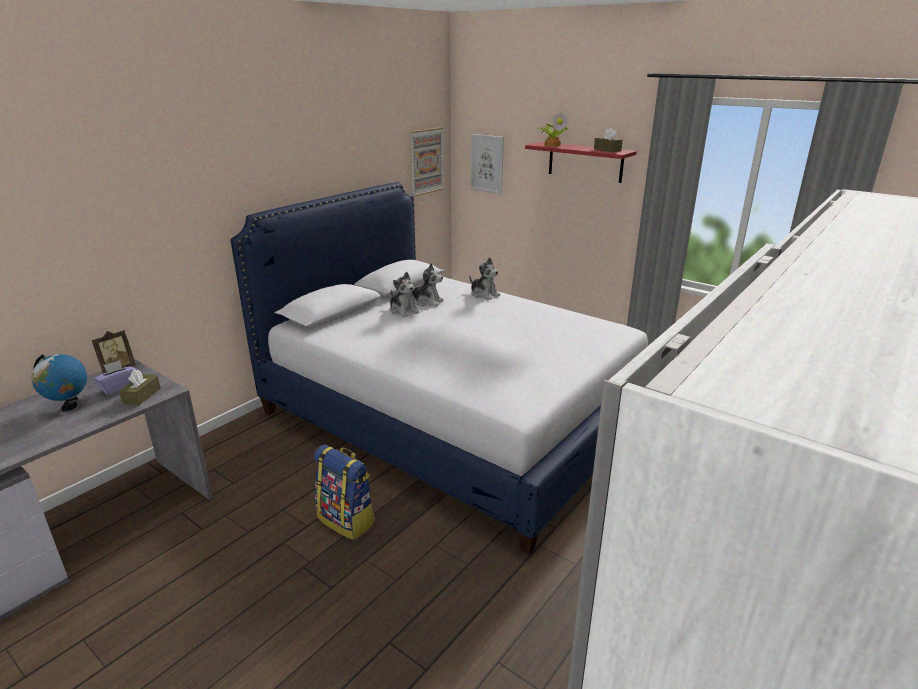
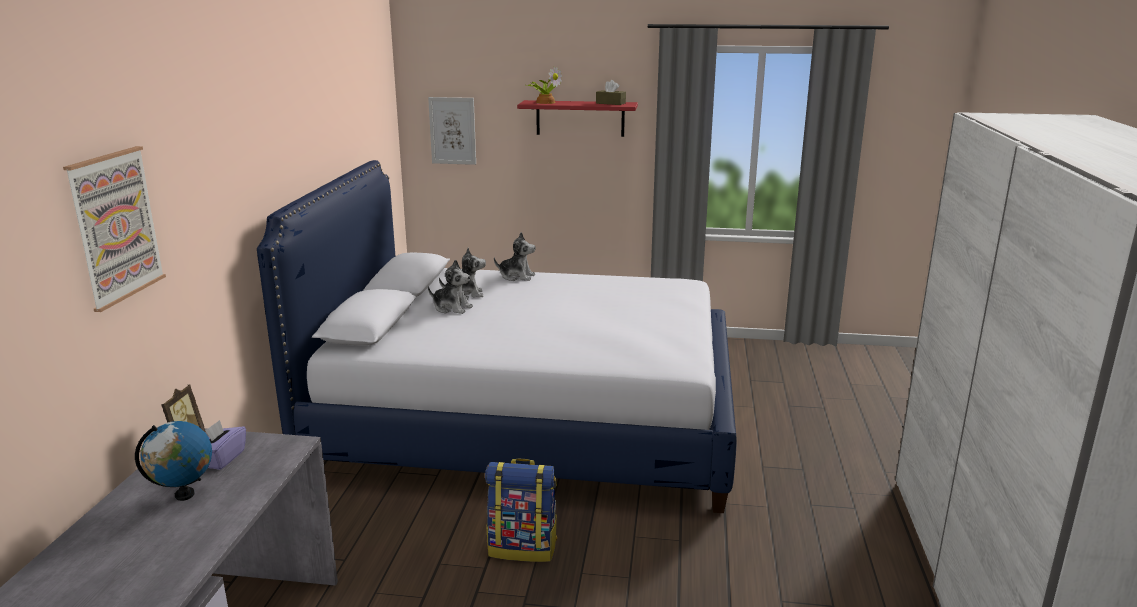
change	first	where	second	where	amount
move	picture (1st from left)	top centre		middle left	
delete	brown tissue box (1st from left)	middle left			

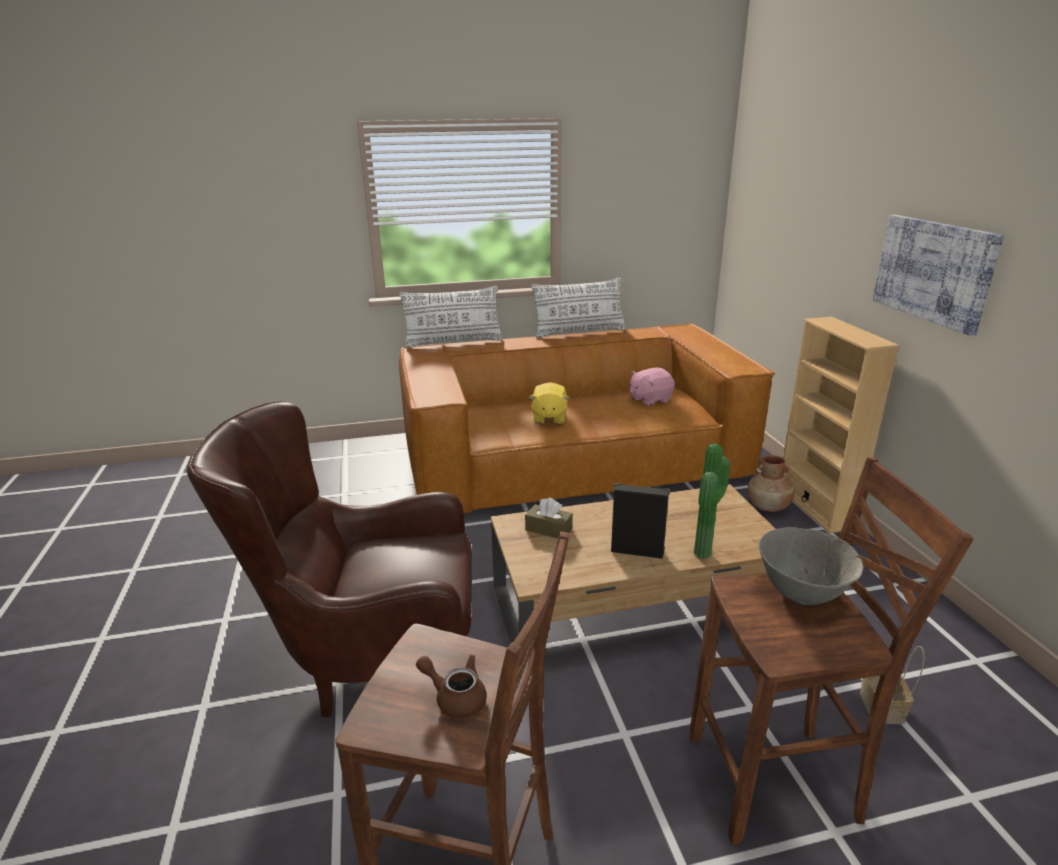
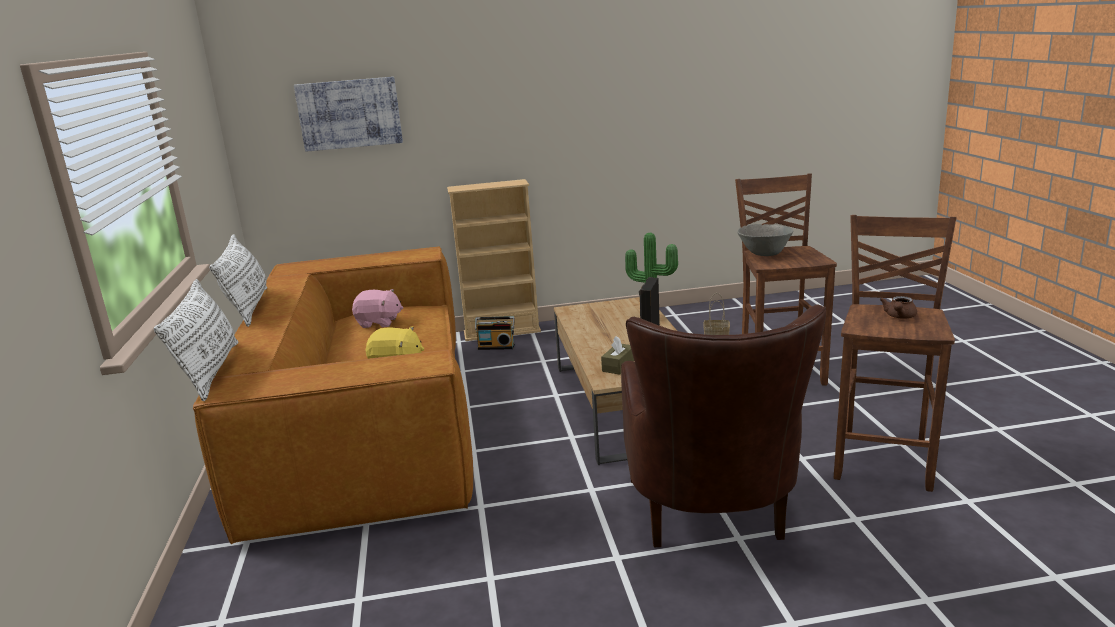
change	first	where	second	where	amount
move	picture	top right		top left	
rotate	pink plush toy	centre		centre	60 degrees counterclockwise
replace	brown vase	middle right	radio	centre	

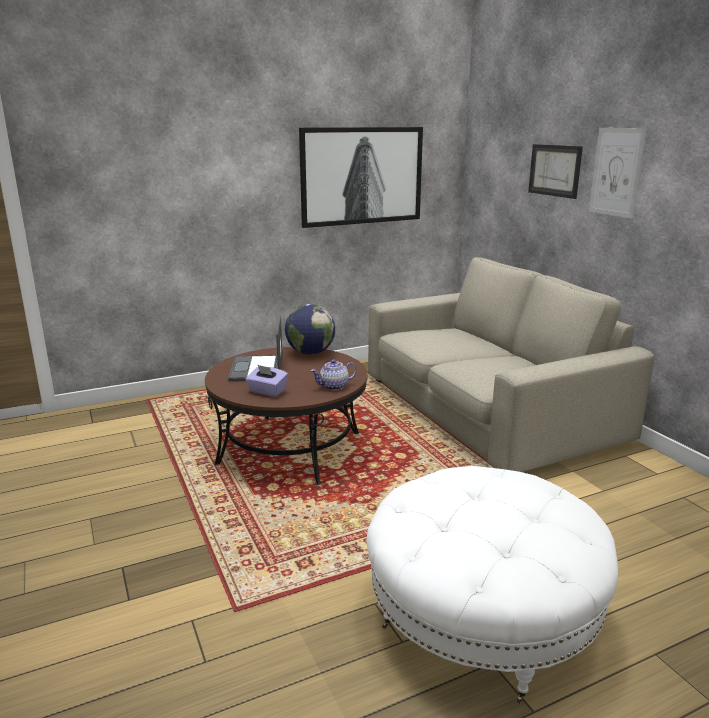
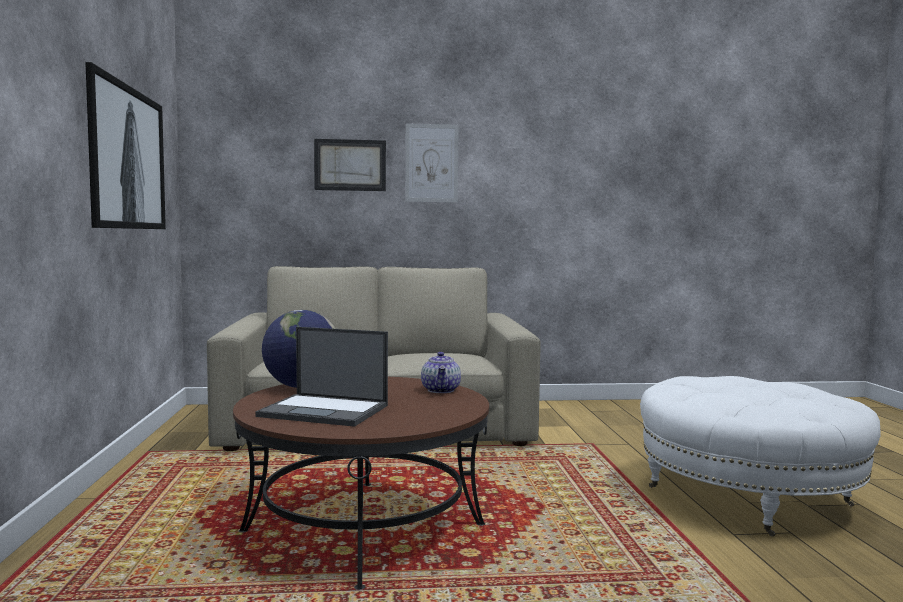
change	first	where	second	where	amount
delete	purple tissue box	centre			

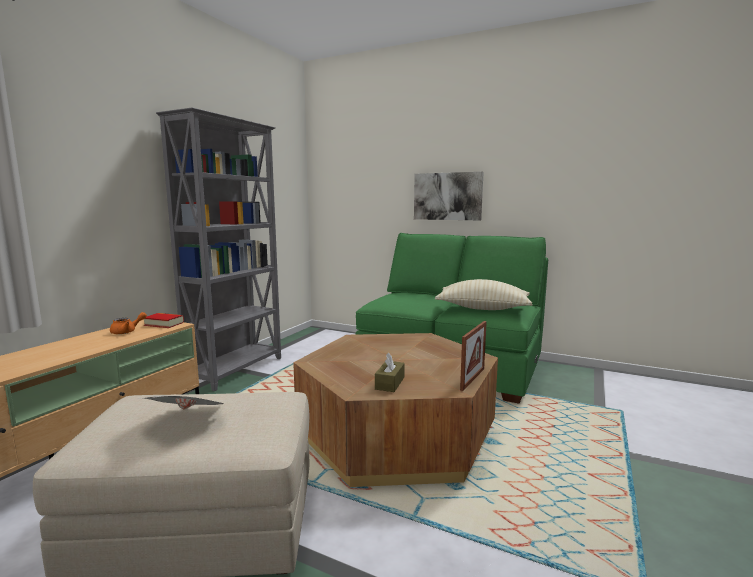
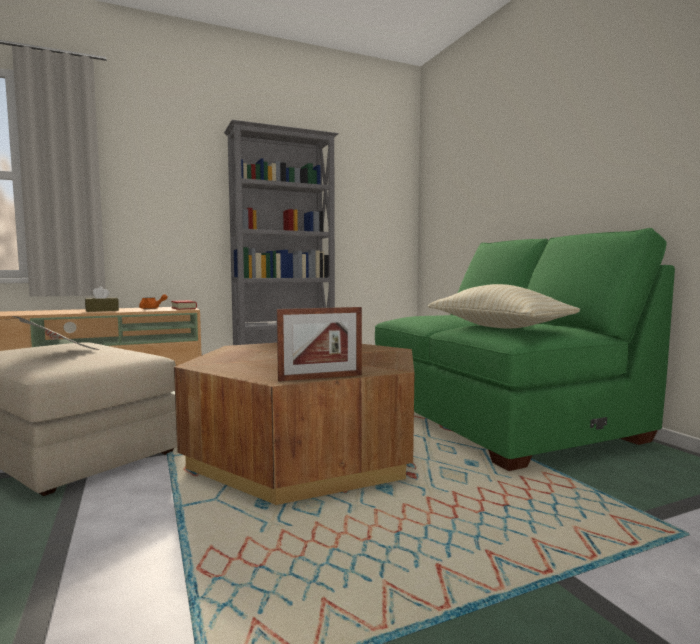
change	first	where	second	where	amount
move	brown tissue box	centre		middle left	
delete	picture	centre			

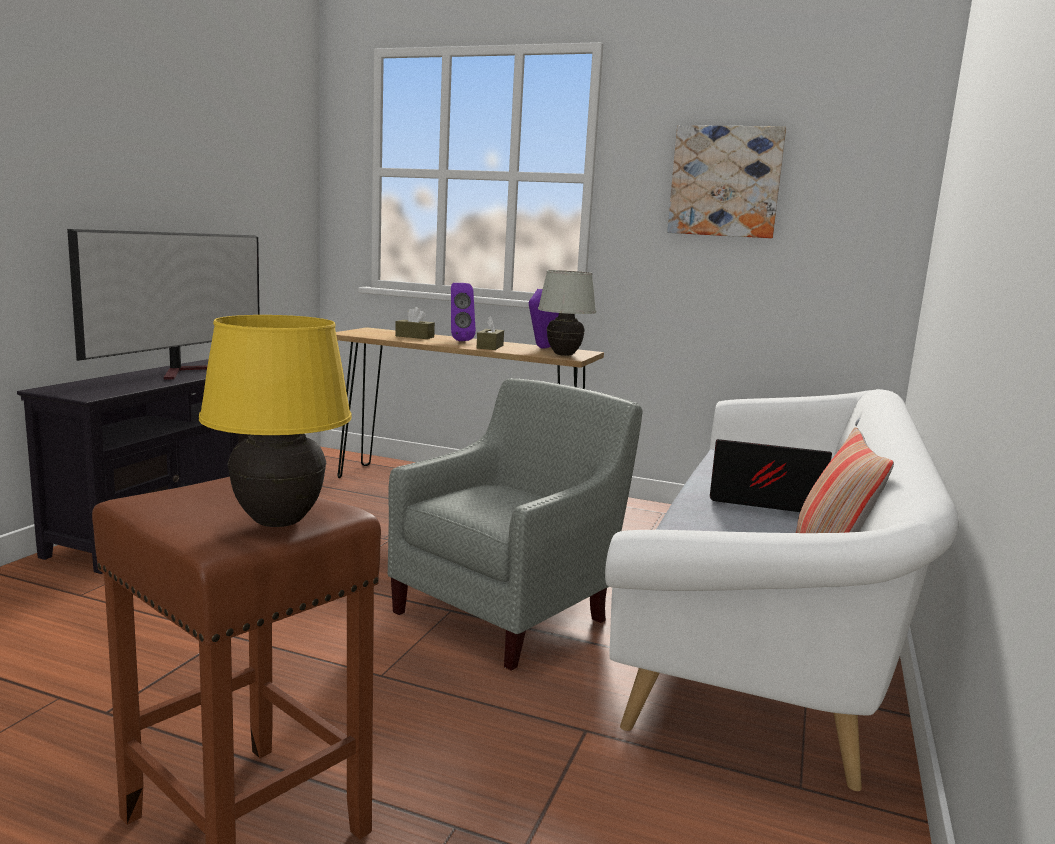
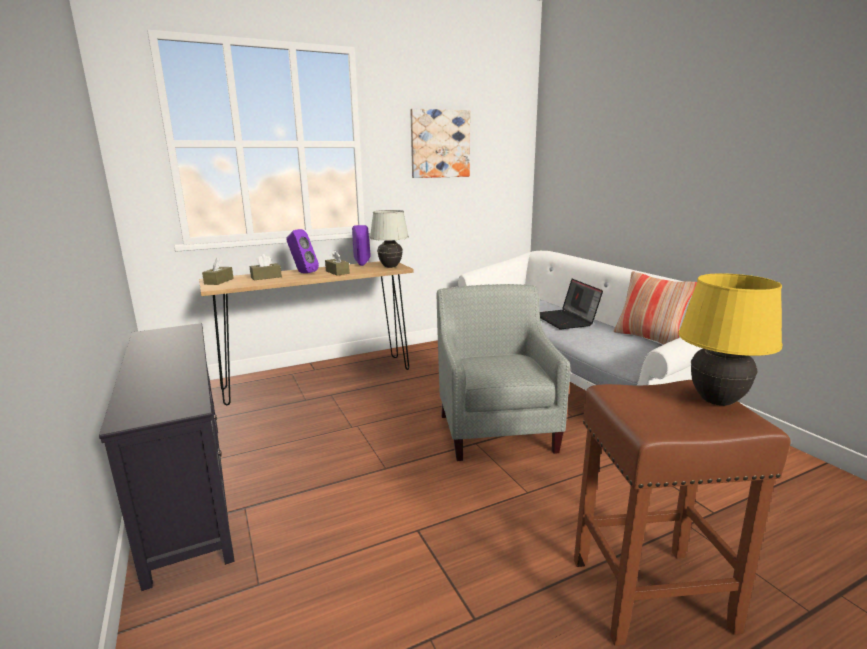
change	first	where	second	where	amount
insert			brown tissue box (1st from left)	middle left	
rotate	laptop	middle right		centre	75 degrees counterclockwise
delete	television	middle left			

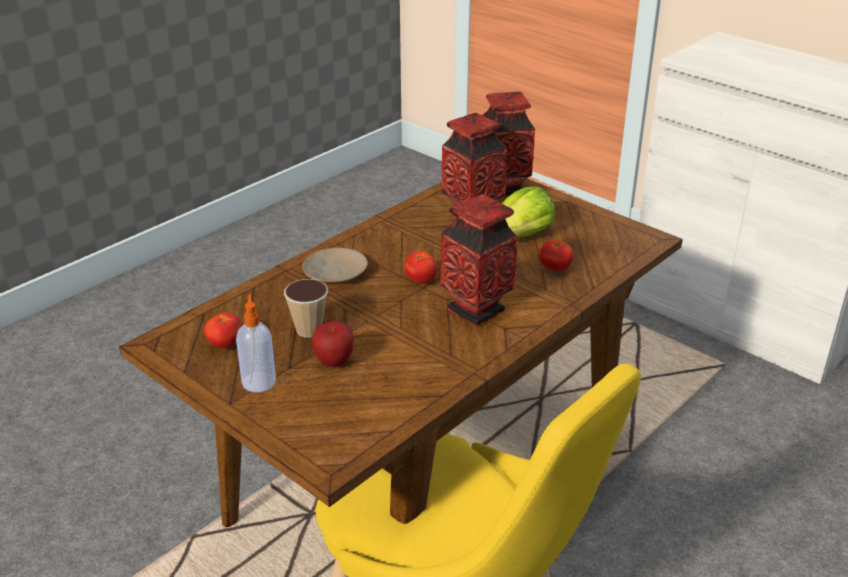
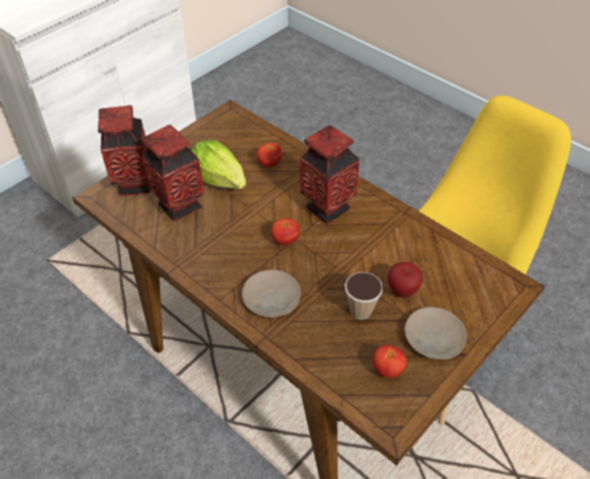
change	first	where	second	where	amount
replace	soap dispenser	middle left	beige plate (2nd from left)	bottom right	

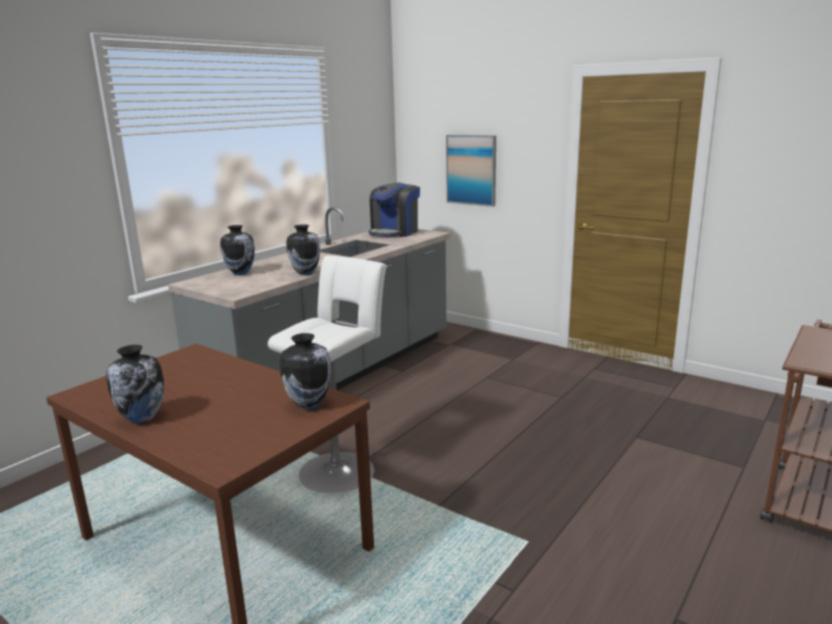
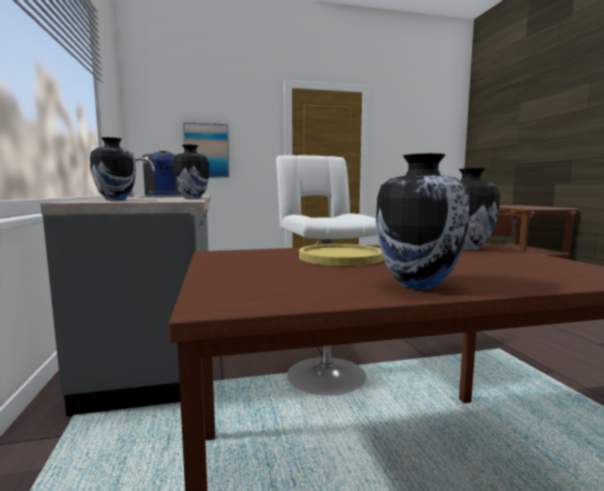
change	first	where	second	where	amount
insert			yellow plate	centre	

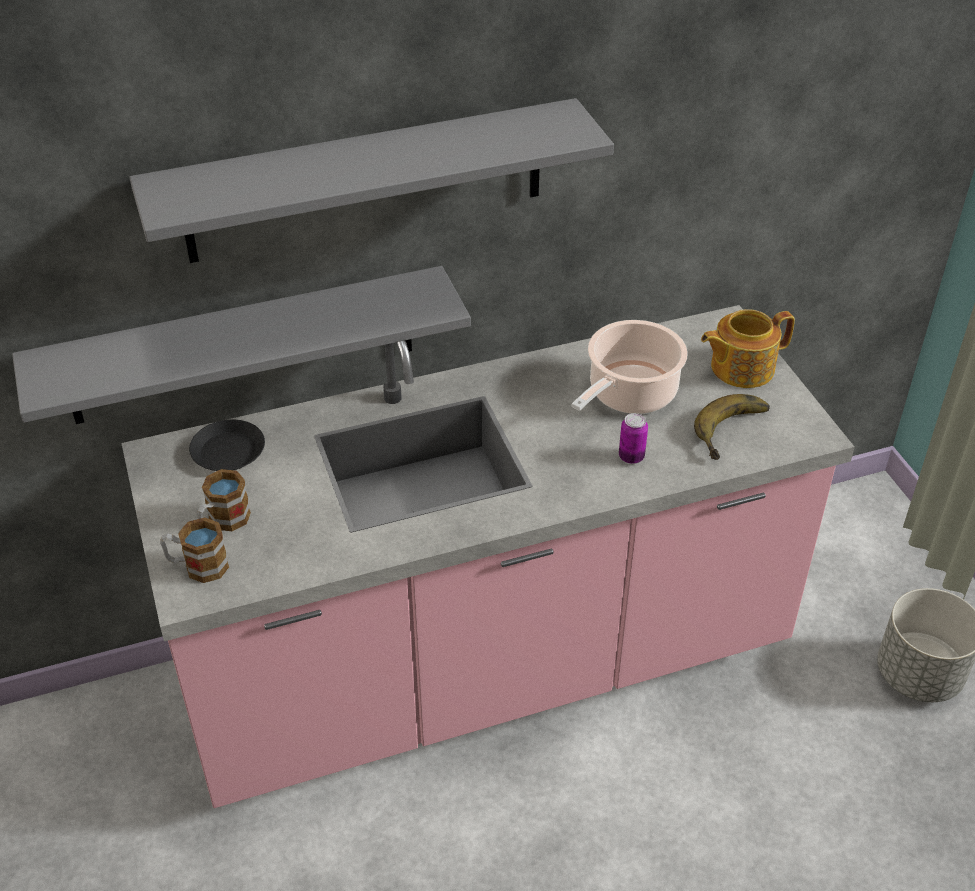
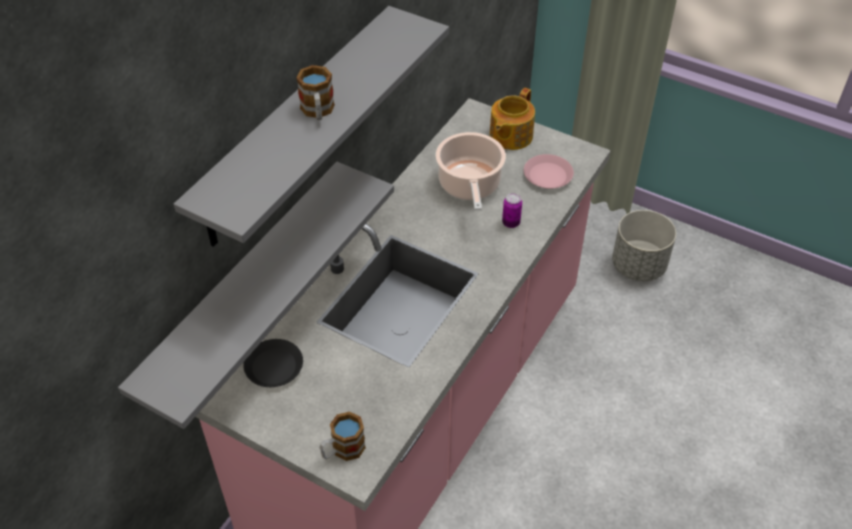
change	first	where	second	where	amount
move	mug (2nd from left in the first image)	middle left	mug (1st from left)	top centre	
replace	banana	middle right	pink plate	top centre	

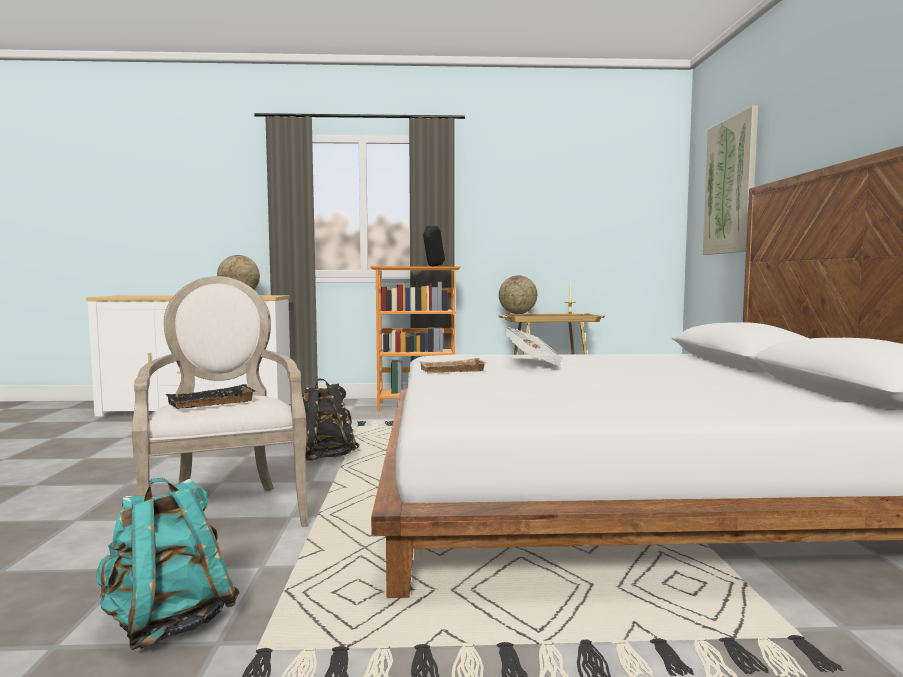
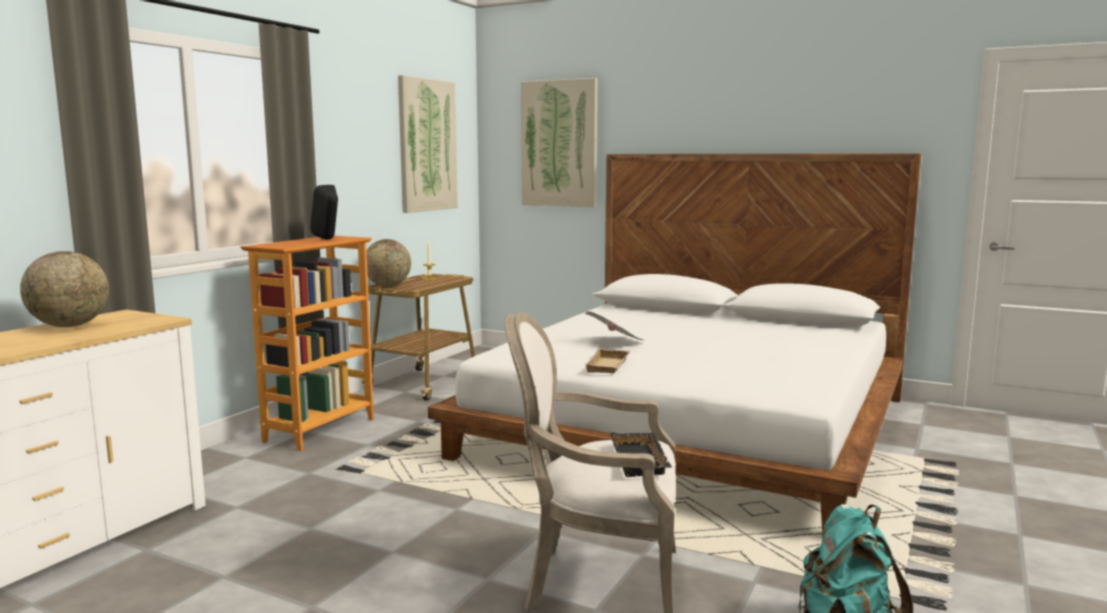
change	first	where	second	where	amount
insert			picture (1st from left)	top centre	
delete	black backpack	centre			

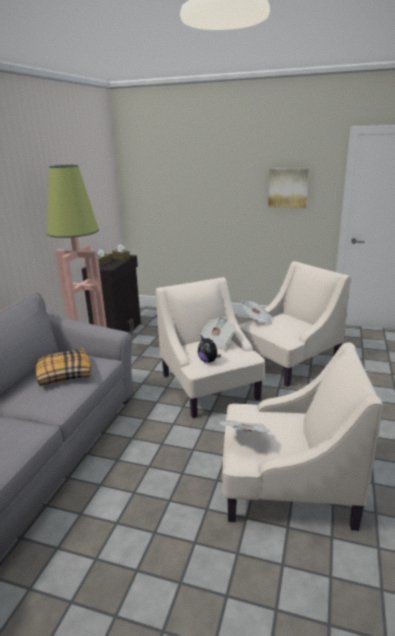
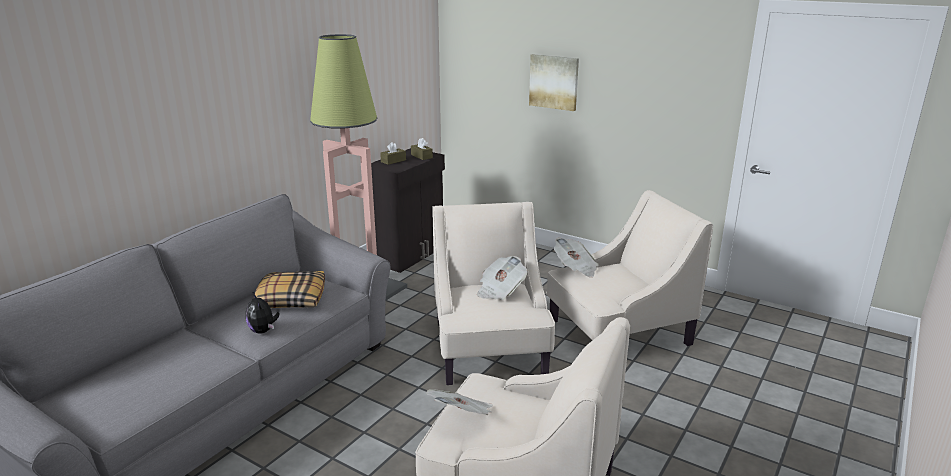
change	first	where	second	where	amount
move	plush toy	centre		middle left	
move	picture	top right		top centre	

